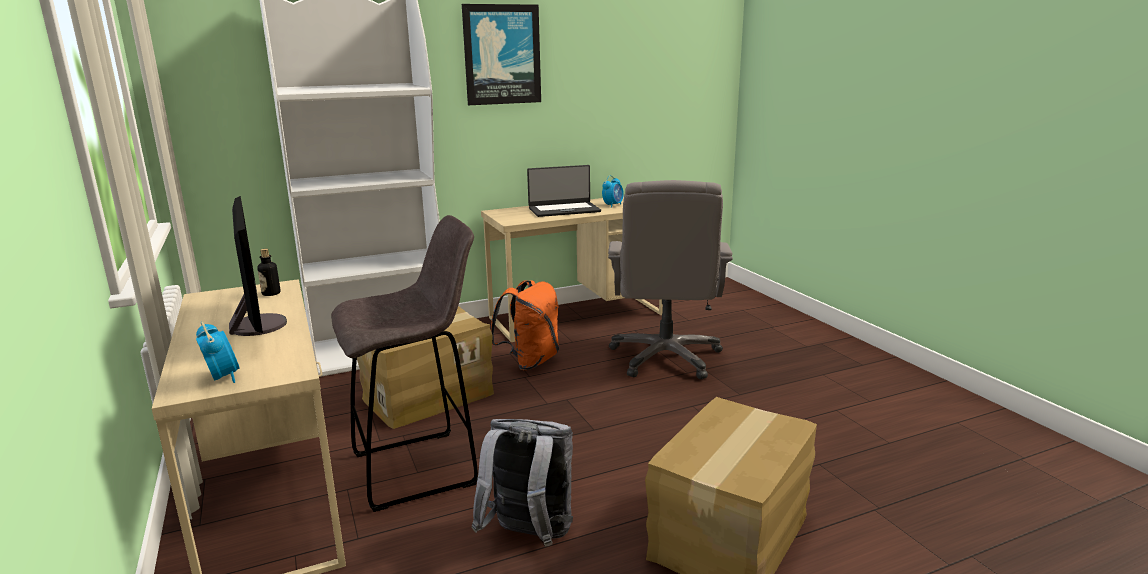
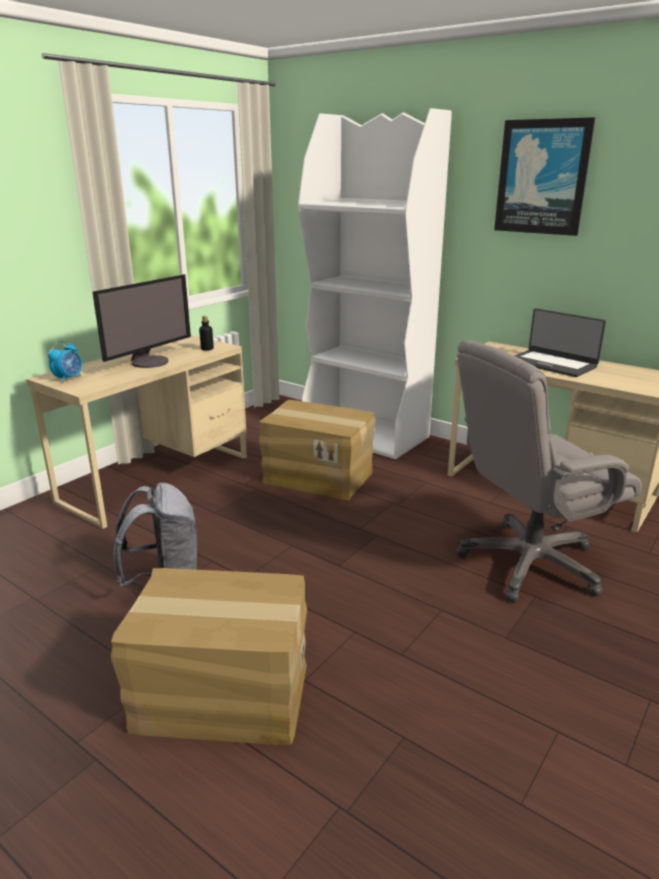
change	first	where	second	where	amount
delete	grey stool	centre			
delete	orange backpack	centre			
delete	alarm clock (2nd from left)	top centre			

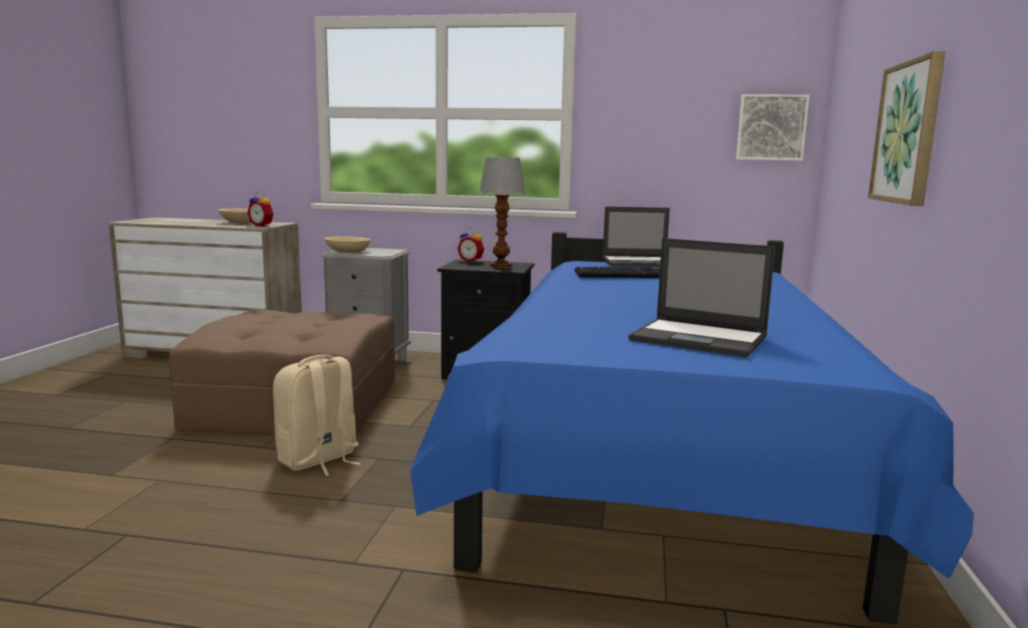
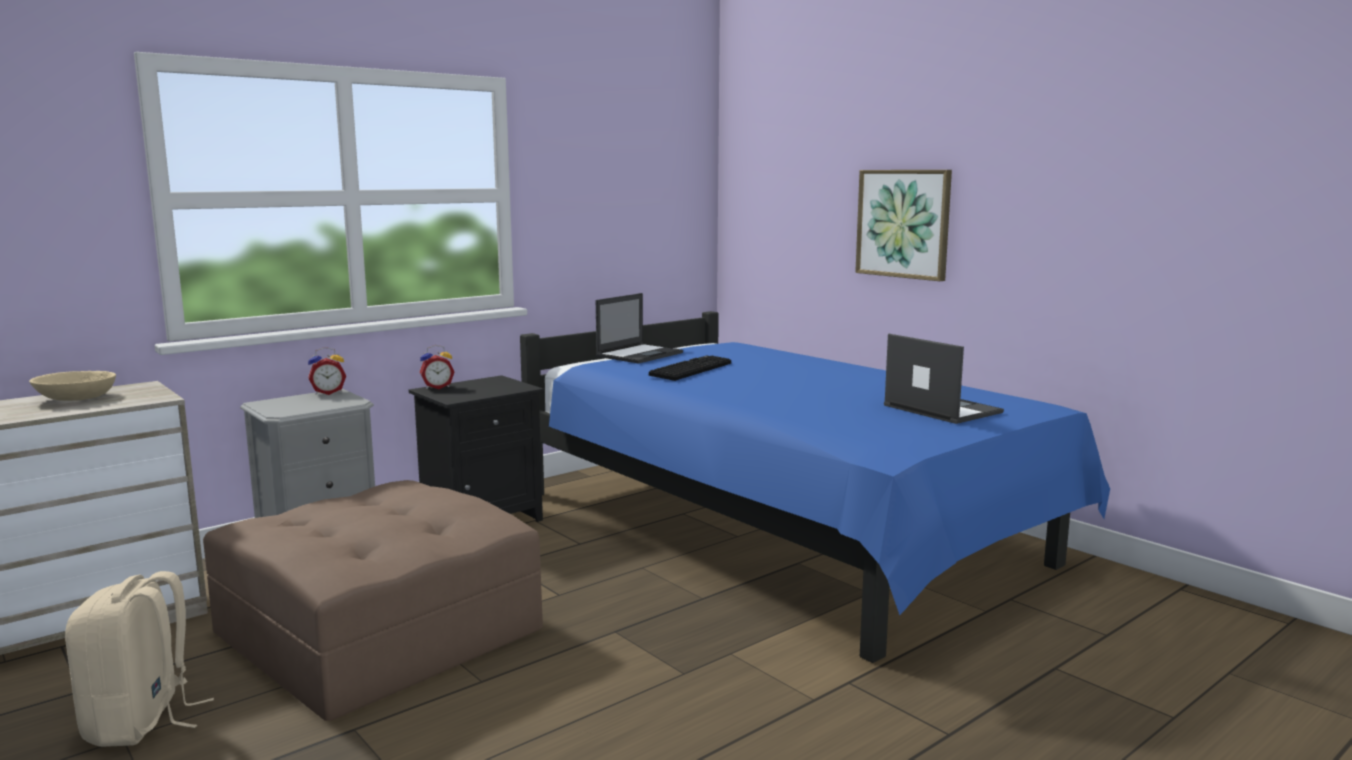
change	first	where	second	where	amount
move	beige backpack	middle left		bottom left	
move	alarm clock (1st from left)	top left		middle left	
rotate	laptop (2nd from left)	middle right		middle right	105 degrees counterclockwise
delete	beige bowl (2nd from left)	centre			
delete	table lamp	centre			
delete	picture (1st from left)	top right			

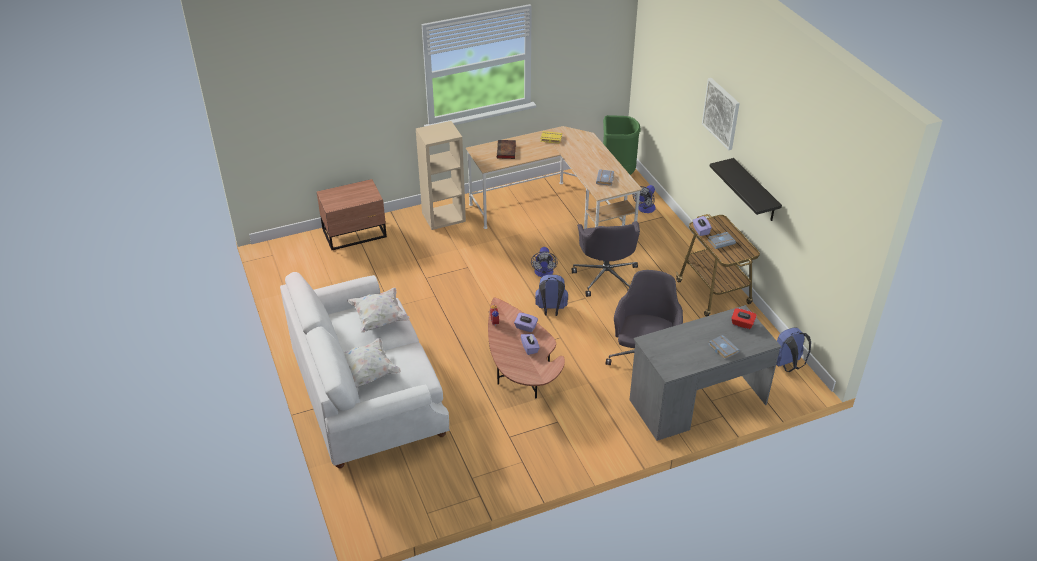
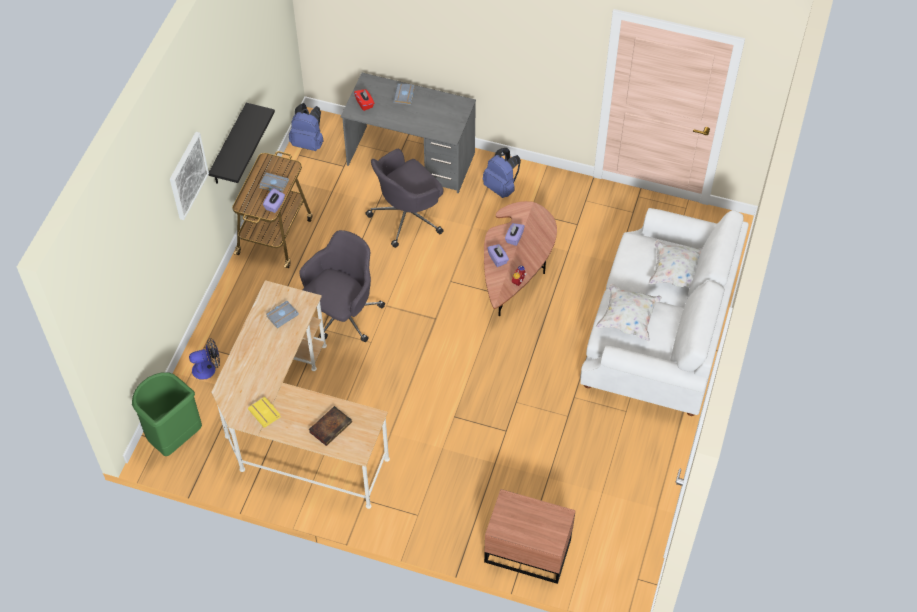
change	first	where	second	where	amount
move	blue backpack (1st from left in the first image)	centre	blue backpack (2nd from left)	top centre	
delete	beige bookcase	top centre			
delete	fan (1st from left)	centre			

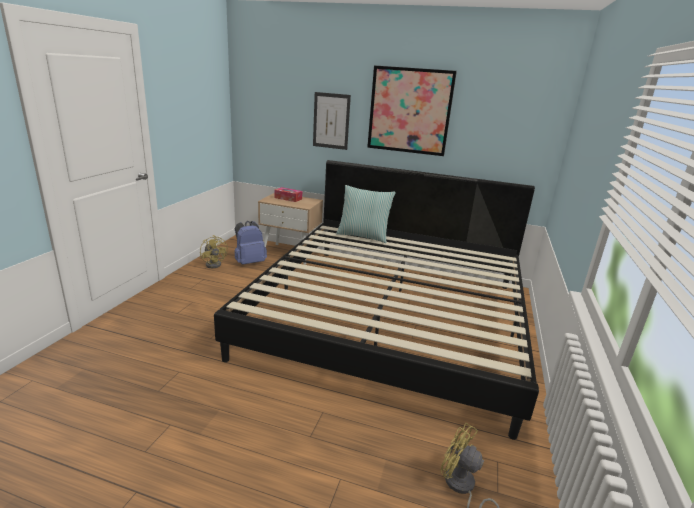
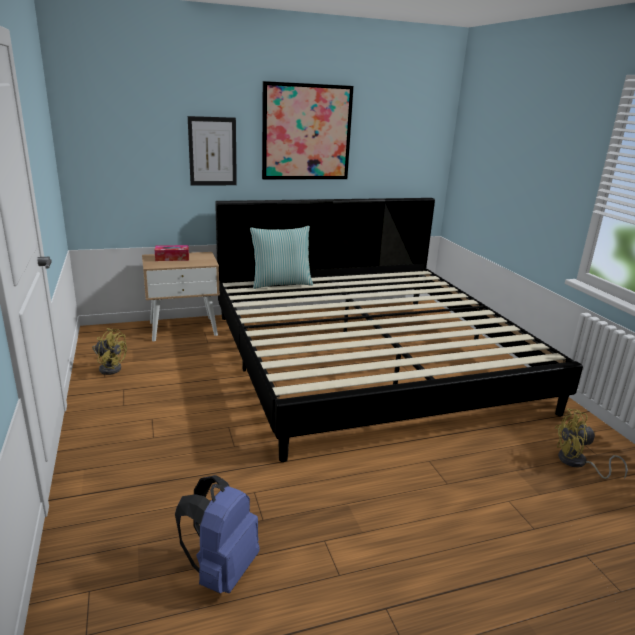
change	first	where	second	where	amount
move	blue backpack	centre		bottom centre	

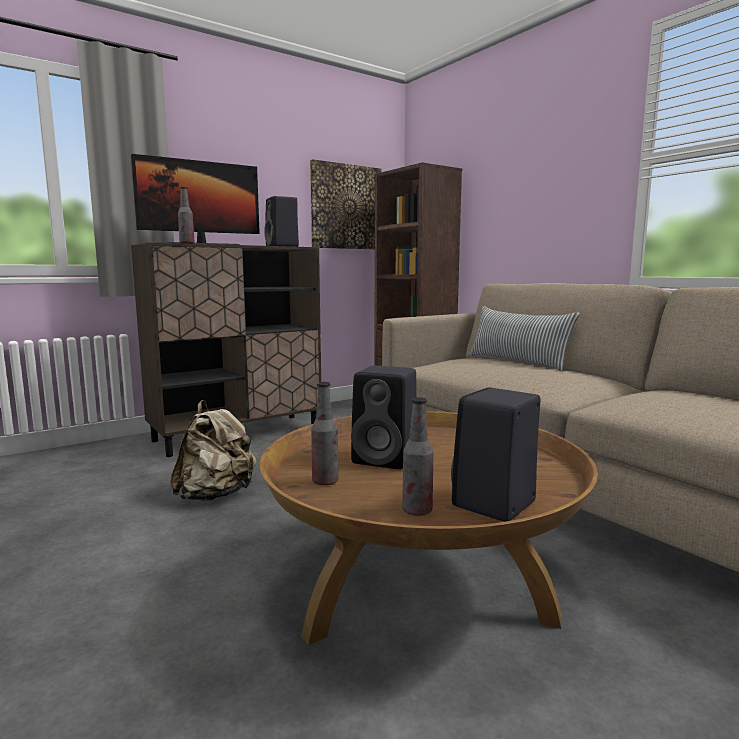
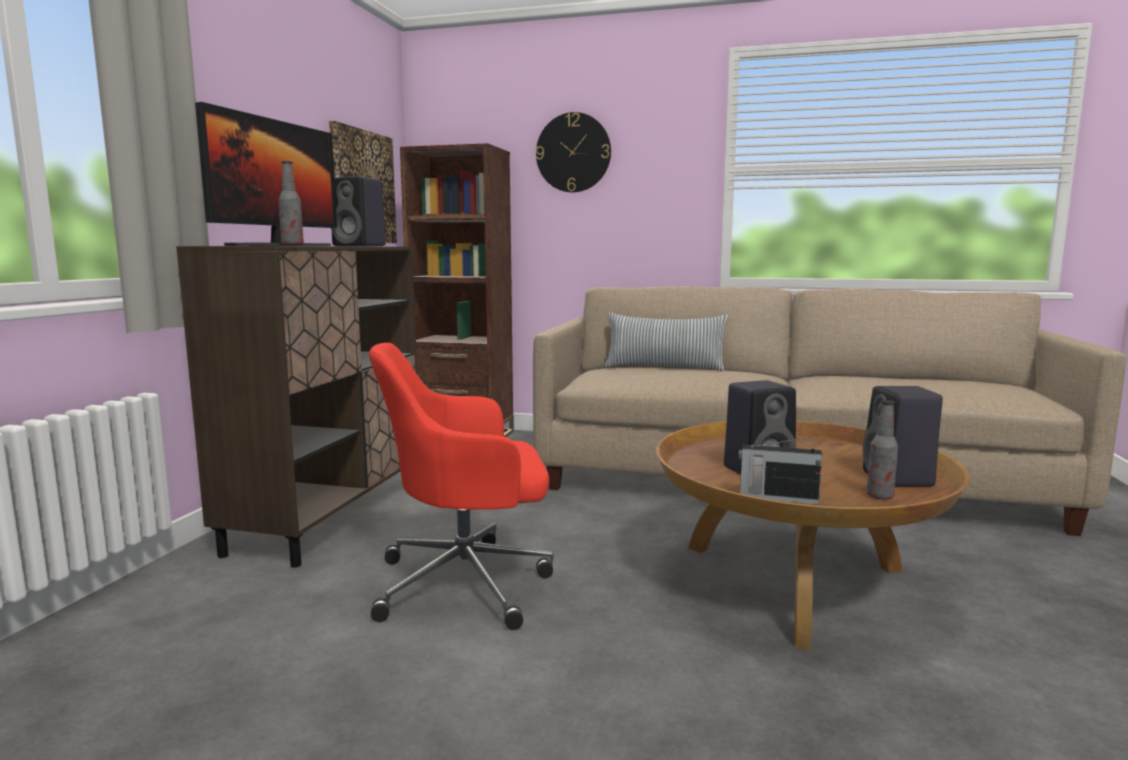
change	first	where	second	where	amount
replace	beige backpack	middle left	red office chair	centre	
insert			wall clock	top centre	
replace	bottle (2nd from left)	centre	radio	middle right	

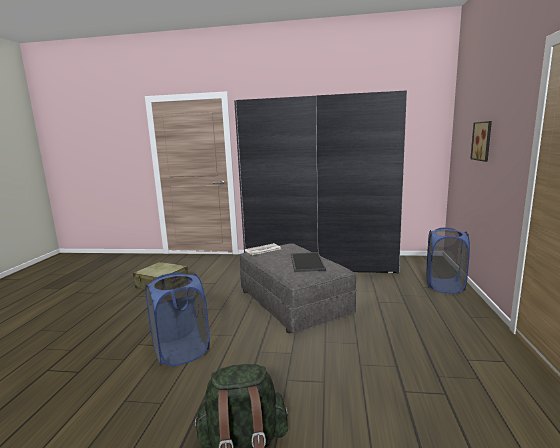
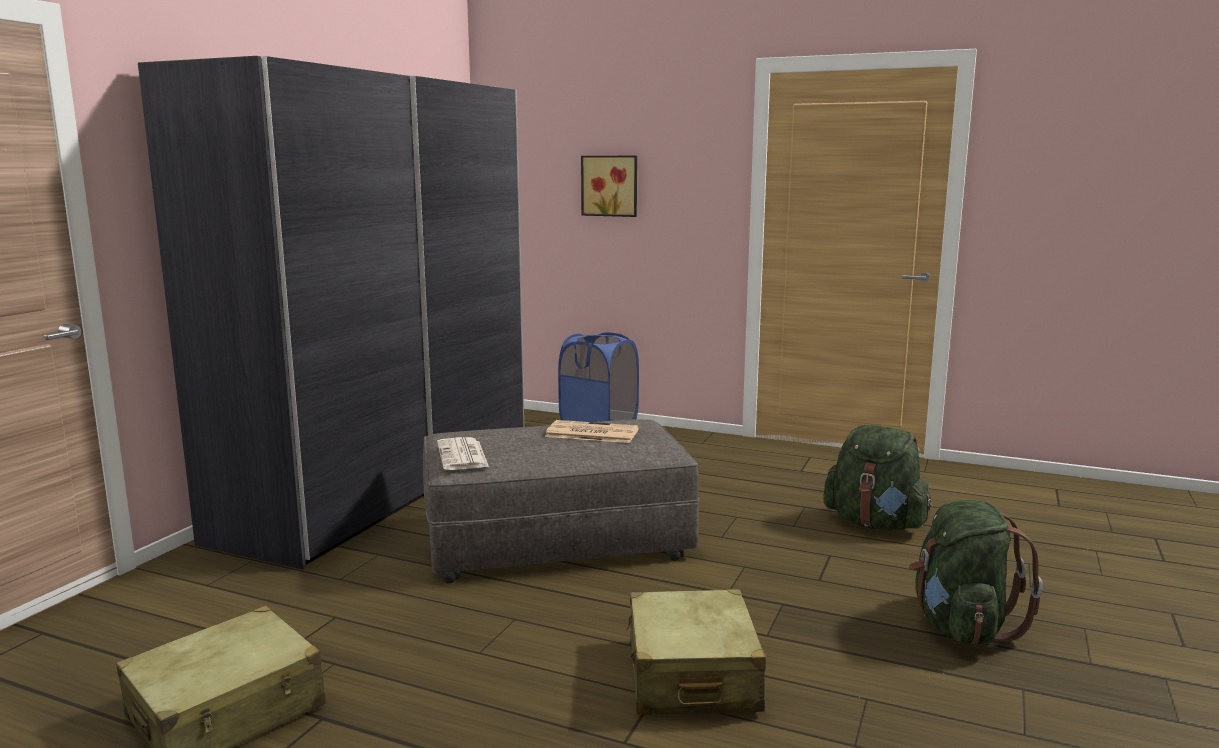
change	first	where	second	where	amount
replace	tray	centre	newspaper (2nd from left)	centre	
replace	blue laundry basket (1st from left)	bottom left	beige suitcase (2nd from left)	bottom centre	
insert			green backpack (1st from left)	middle right	

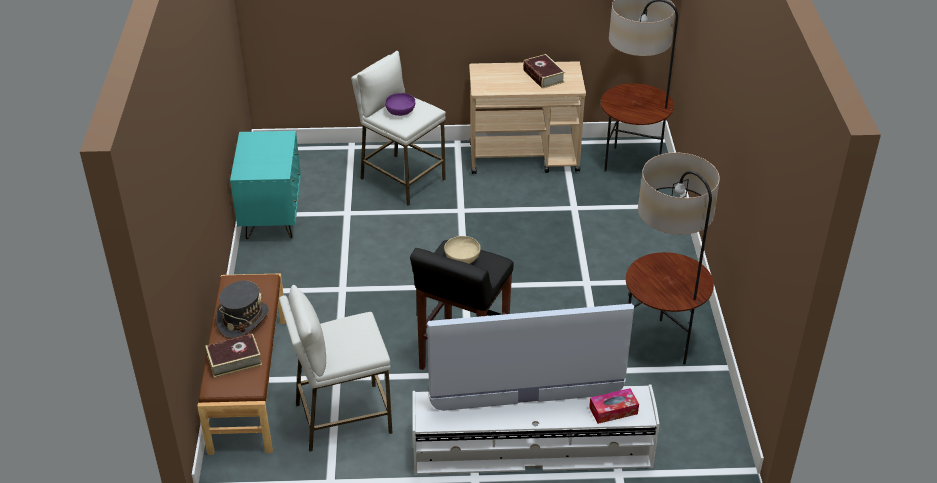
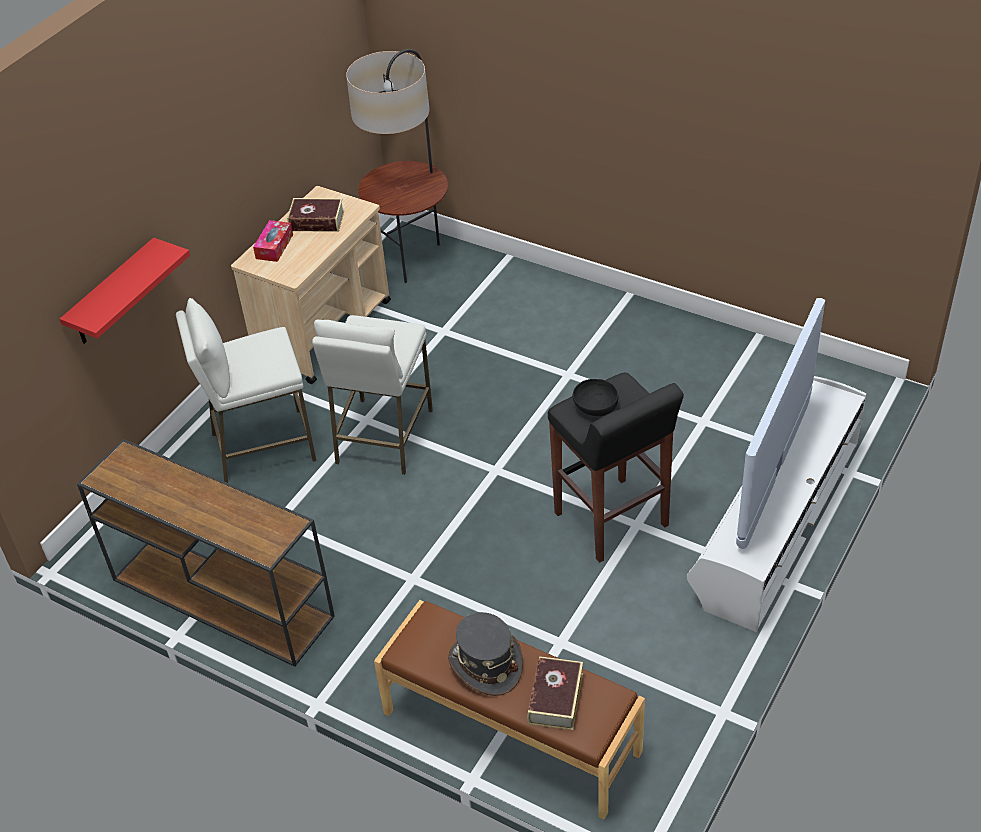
change	first	where	second	where	amount
insert			red shelf	middle left	
replace	turquoise nightstand	middle left	brown console table	middle left	
move	tissue box	bottom centre		top left	
move	white stool (1st from left in the first image)	bottom centre	white stool (2nd from left)	centre	
recolor	beige bowl	centre	black bowl	centre	
delete	purple bowl	top centre			
delete	floor lamp (2nd from left)	middle right			

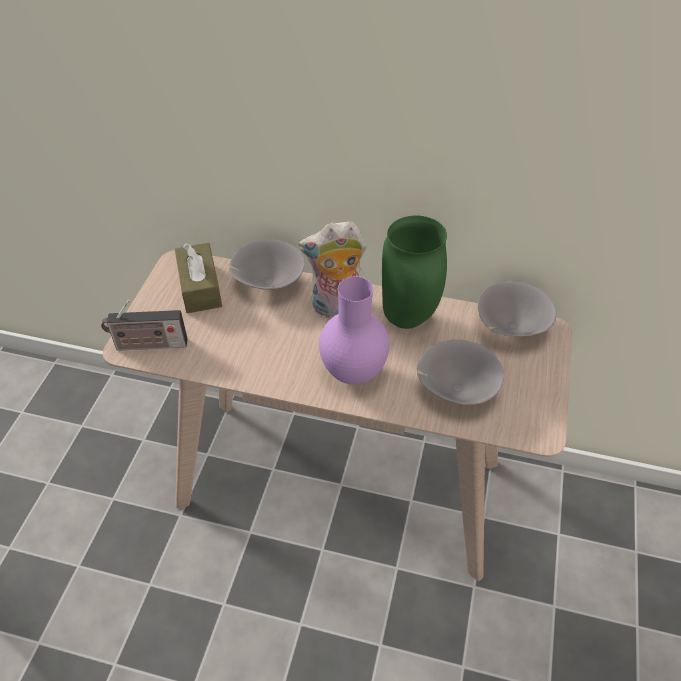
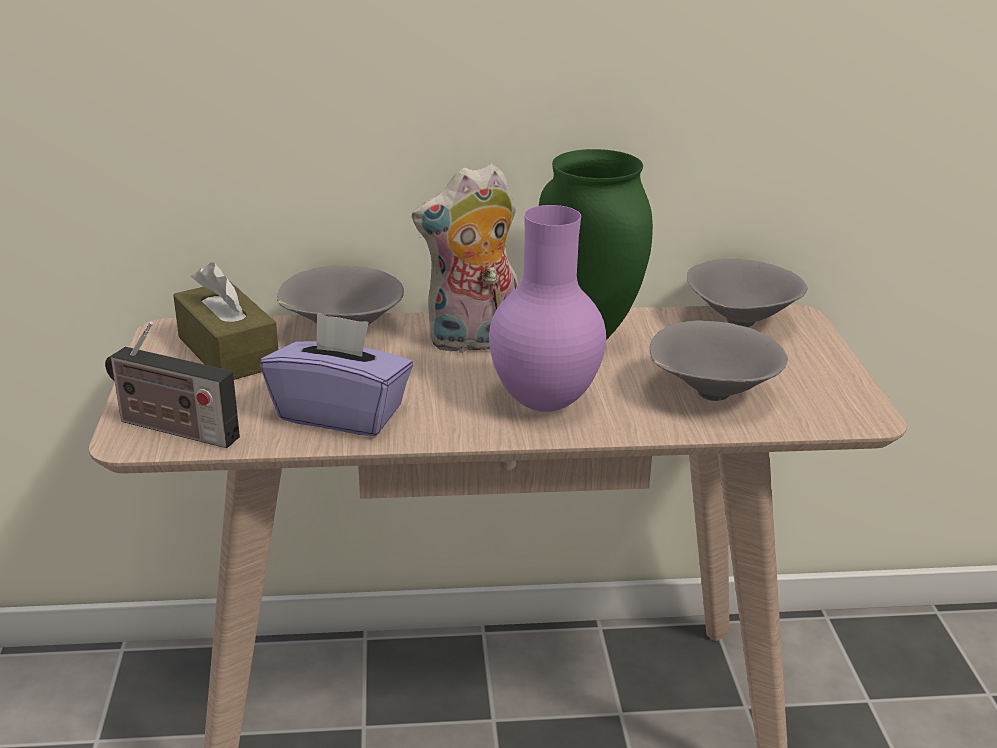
change	first	where	second	where	amount
rotate	radio	middle left		middle left	45 degrees clockwise
insert			purple tissue box	centre	

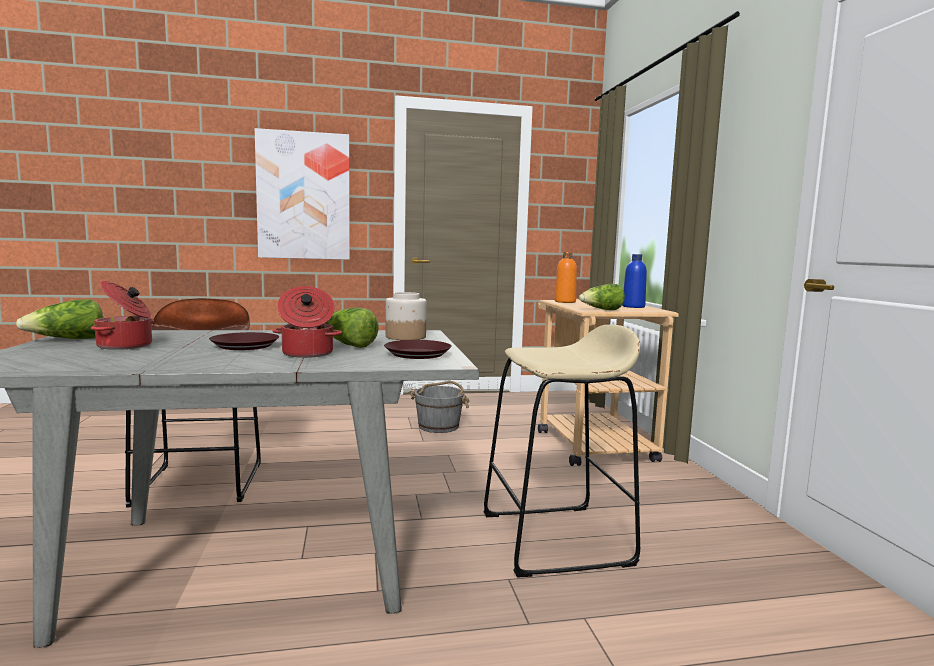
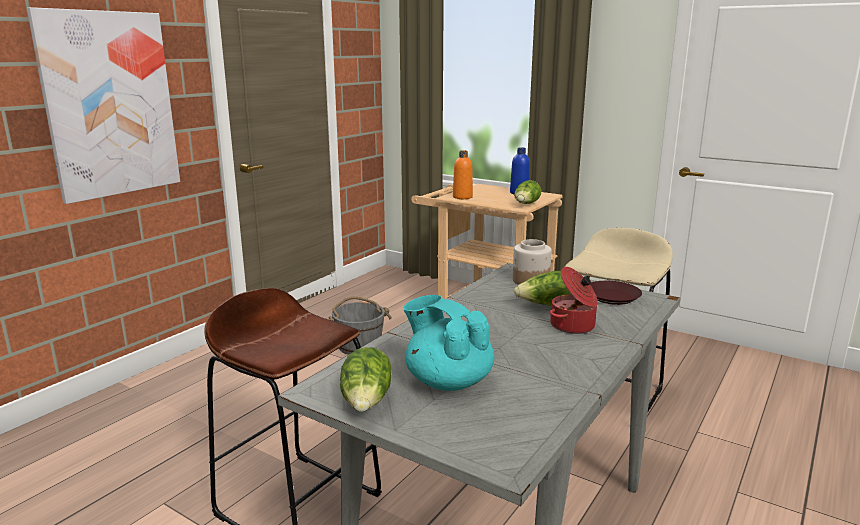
change	first	where	second	where	amount
replace	cooking pot (1st from left)	middle left	turquoise teapot	centre	
delete	brown plate (1st from left)	middle left			

